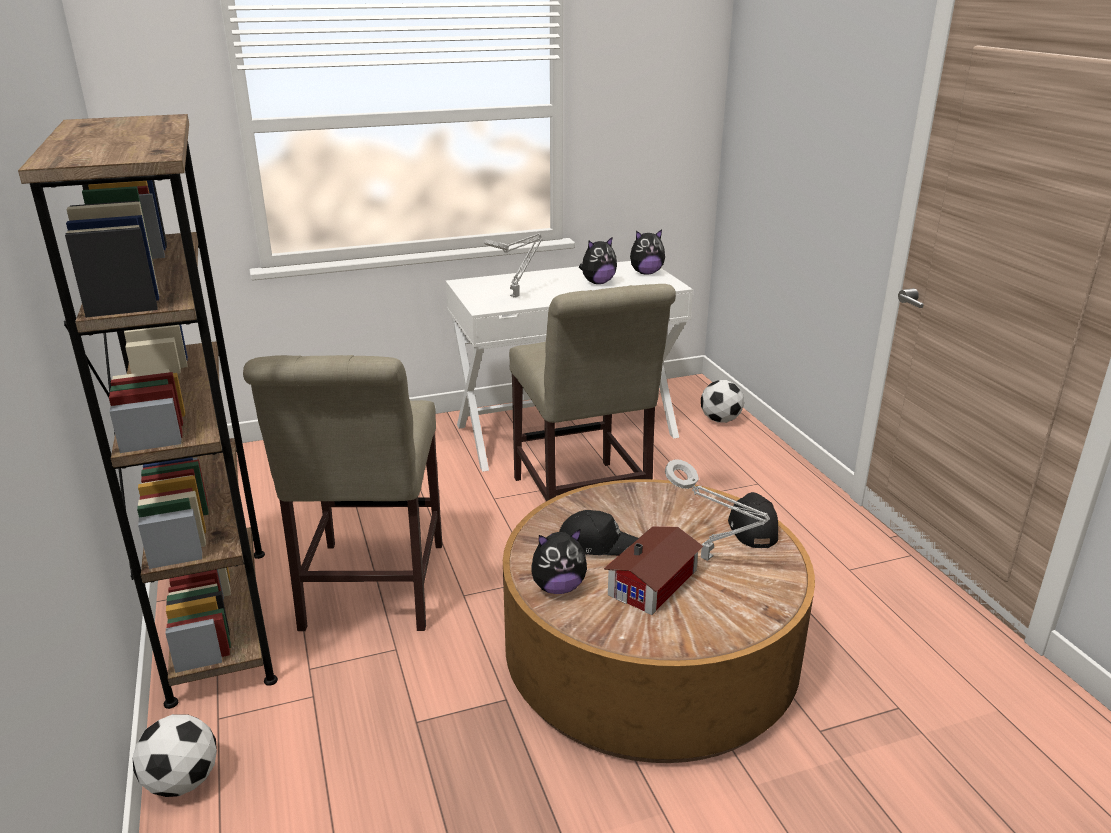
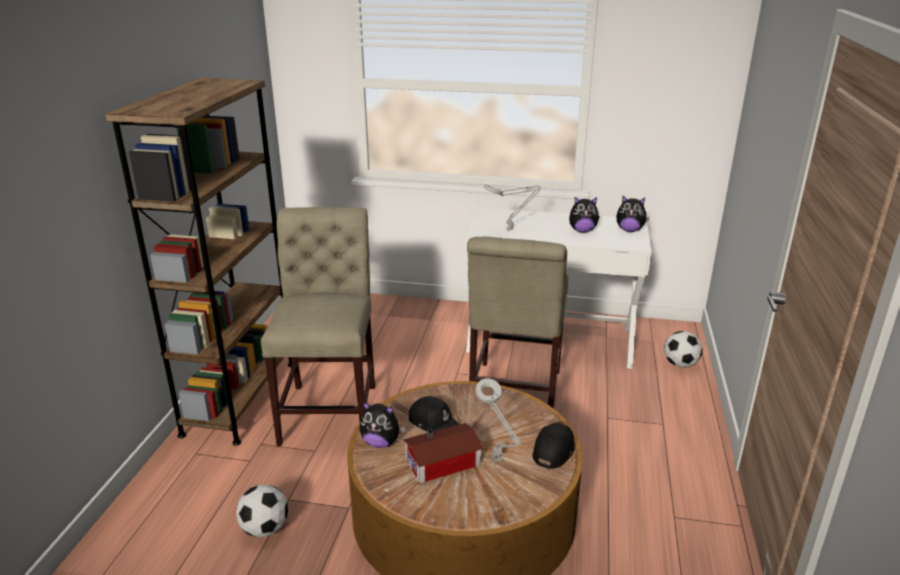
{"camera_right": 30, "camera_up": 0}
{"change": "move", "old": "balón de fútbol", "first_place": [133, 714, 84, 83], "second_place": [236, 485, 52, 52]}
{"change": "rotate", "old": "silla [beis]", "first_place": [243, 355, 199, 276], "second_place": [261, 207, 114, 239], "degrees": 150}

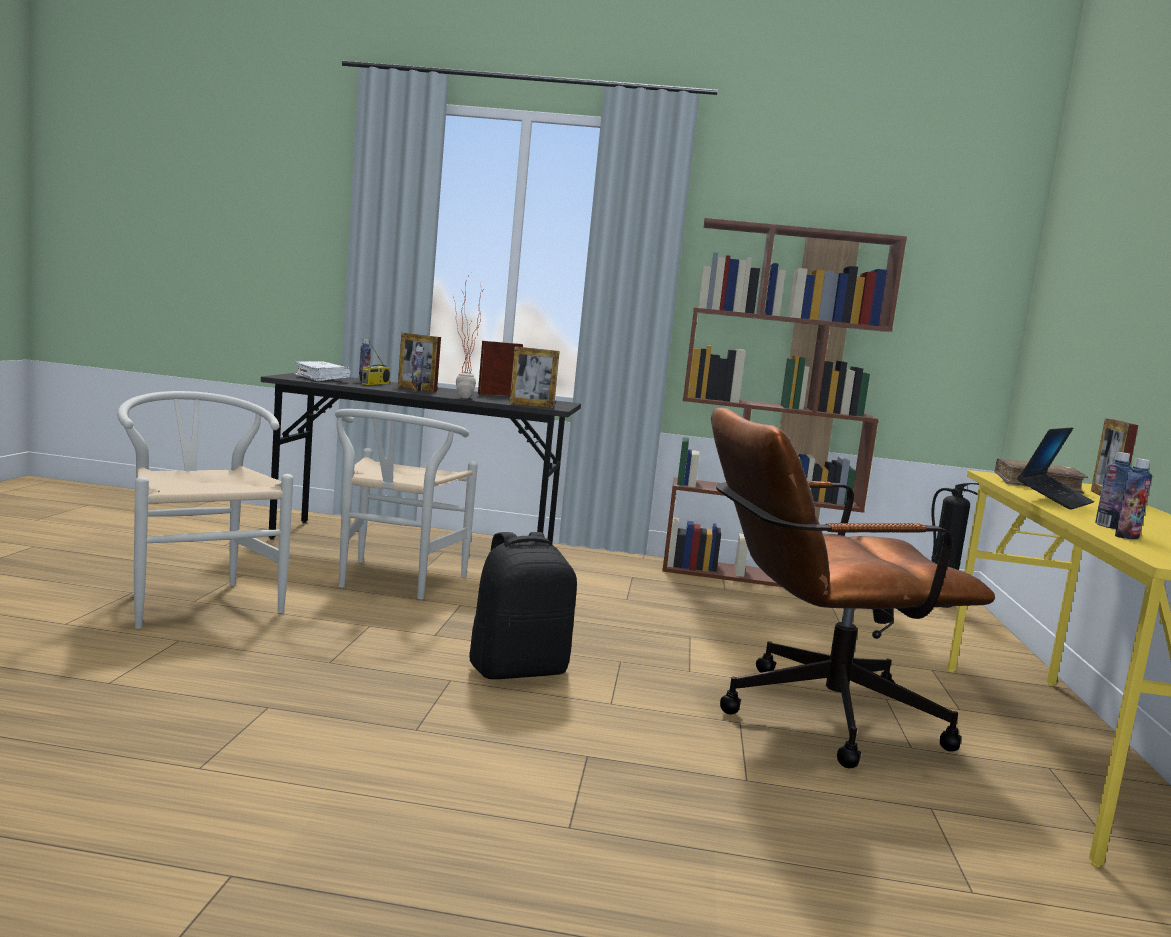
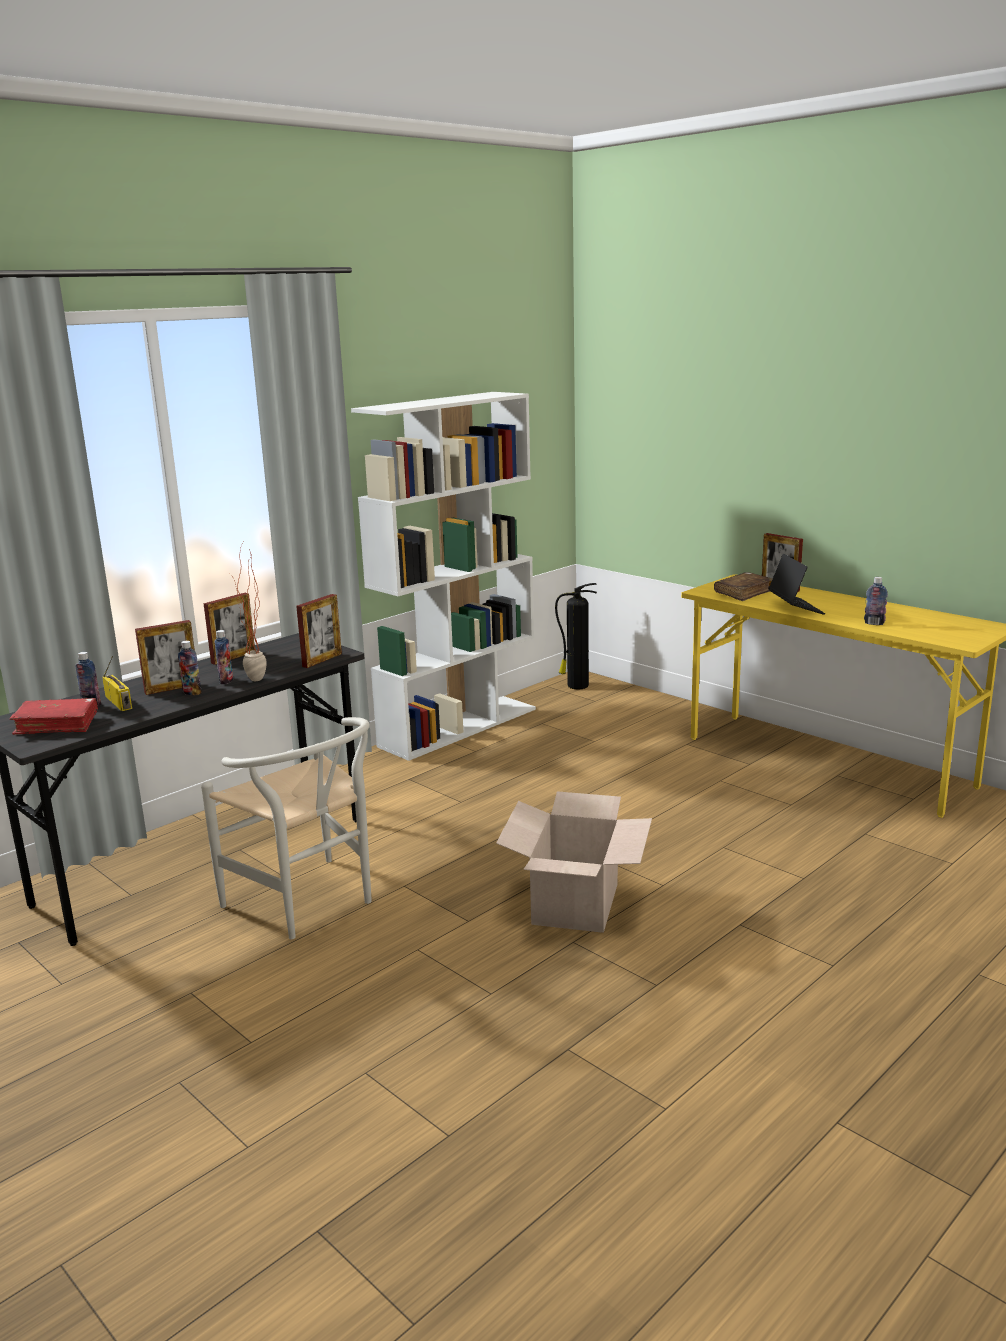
{"camera_right": -50, "camera_up": 10}
{"change": "recolor", "old": "libro [blanco]", "new": "libro [rojo]", "first_place": [294, 361, 56, 20], "second_place": [10, 698, 88, 37]}
{"change": "rotate", "old": "portarretratos", "first_place": [478, 341, 45, 55], "second_place": [203, 593, 52, 72], "degrees": -150}
{"change": "move", "old": "botella", "first_place": [1115, 458, 37, 81], "second_place": [215, 630, 18, 54]}
{"change": "recolor", "old": "estantería [marrón]", "new": "estantería [blanco]", "first_place": [662, 218, 245, 369], "second_place": [351, 392, 185, 369]}
{"change": "replace", "old": "mochila [negro]", "new": "caja de cartón", "first_place": [469, 532, 108, 147], "second_place": [496, 791, 156, 142]}
{"change": "delete", "old": "silla [blanco]", "first_place": [117, 391, 177, 238]}
{"change": "delete", "old": "silla de oficina [marrón]", "first_place": [711, 408, 284, 361]}

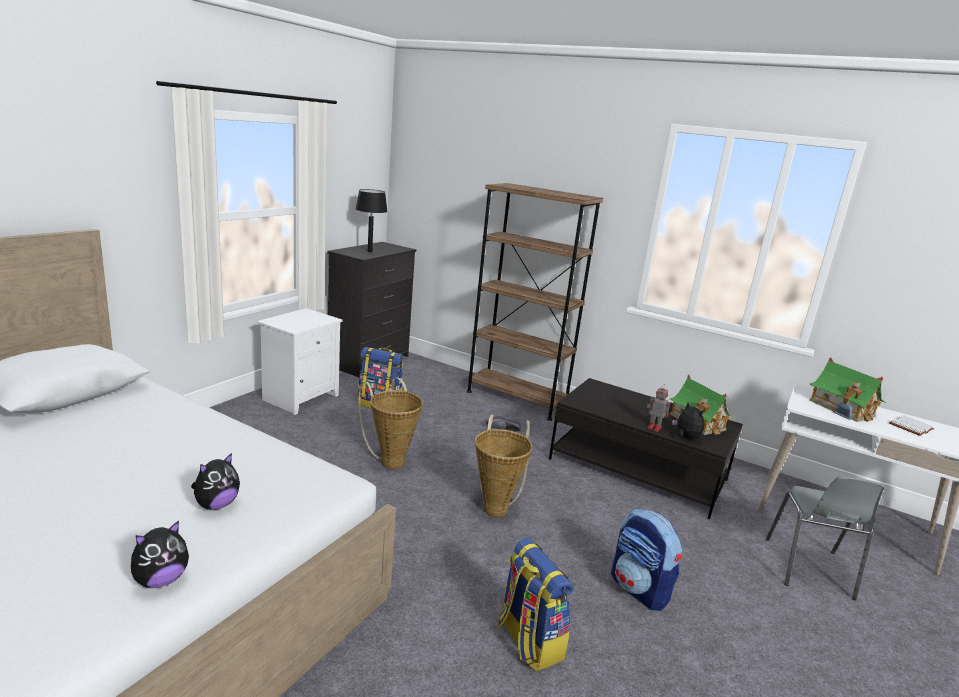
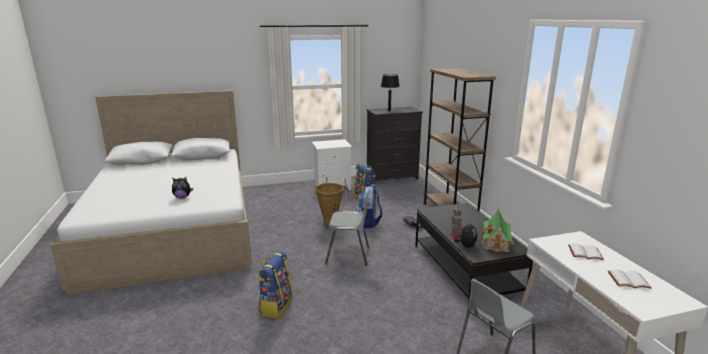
{"camera_right": 45, "camera_up": 0}
{"change": "replace", "old": "cesta", "new": "silla [gris]", "first_place": [475, 414, 57, 103], "second_place": [325, 189, 46, 77]}
{"change": "move", "old": "mochila", "first_place": [611, 508, 71, 103], "second_place": [356, 186, 26, 42]}
{"change": "replace", "old": "casita", "new": "libro [blanco]", "first_place": [809, 358, 77, 64], "second_place": [568, 244, 36, 16]}
{"change": "delete", "old": "peluche", "first_place": [131, 521, 58, 67]}

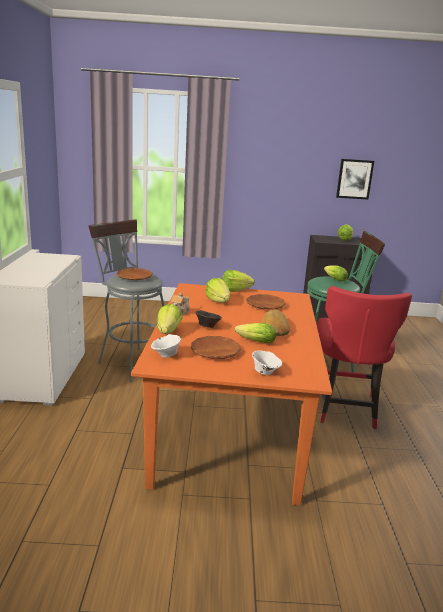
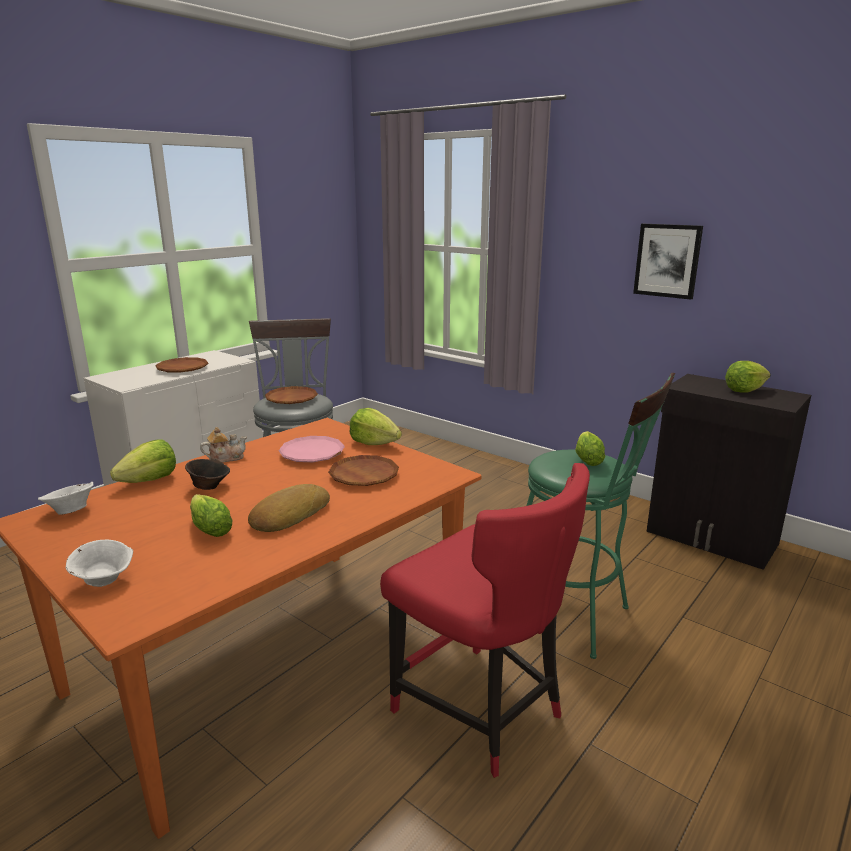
{"camera_right": 40, "camera_up": 0}
{"change": "move", "old": "plato [marrón]", "first_place": [191, 336, 50, 23], "second_place": [156, 357, 52, 16]}
{"change": "replace", "old": "lechuga", "new": "plato [rosa]", "first_place": [205, 278, 25, 25], "second_place": [279, 436, 66, 26]}
{"change": "rotate", "old": "silla [rojo]", "first_place": [317, 286, 95, 143], "second_place": [380, 463, 210, 315], "degrees": -90}
{"change": "move", "old": "cuadro", "first_place": [336, 159, 38, 41], "second_place": [633, 224, 70, 76]}

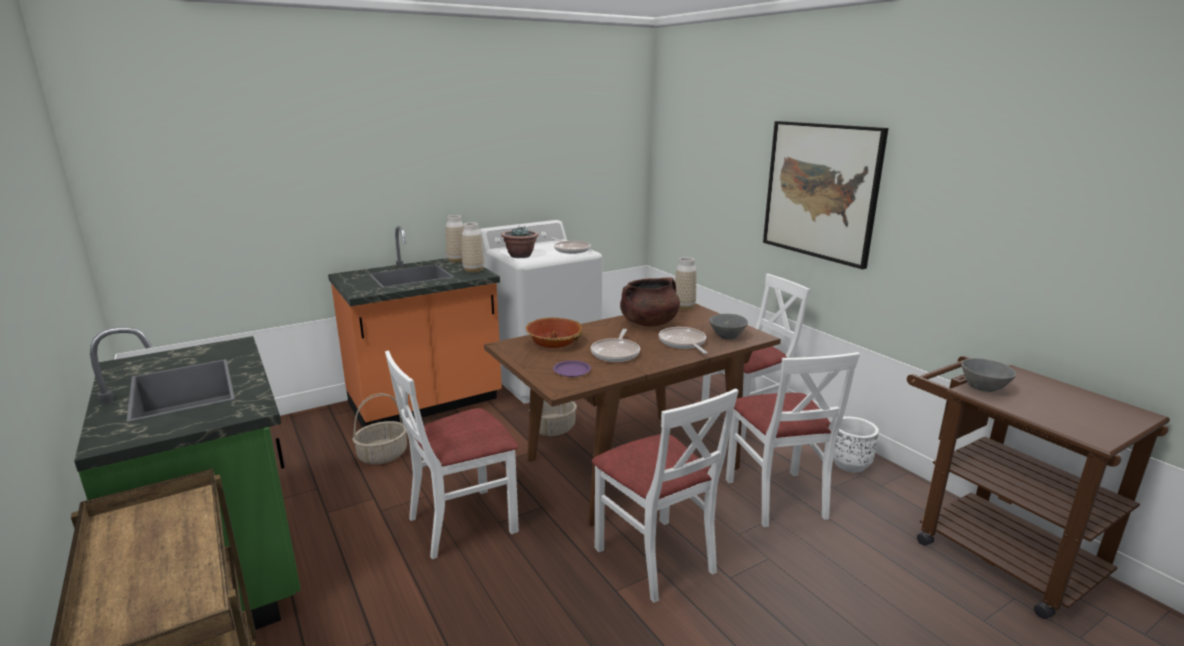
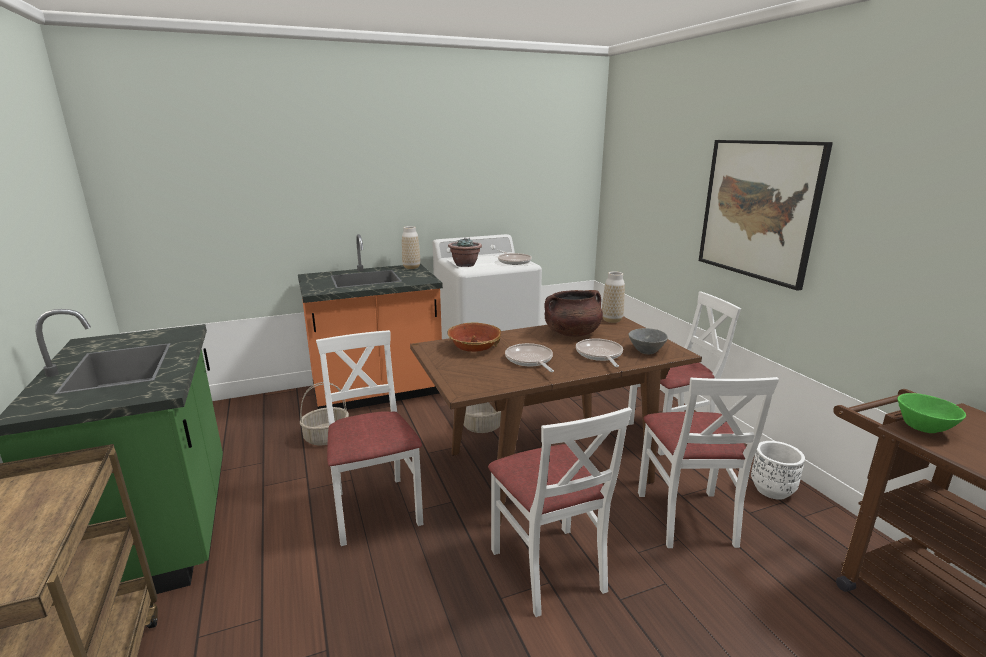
{"camera_right": 10, "camera_up": 0}
{"change": "rotate", "old": "silla [blanco]", "first_place": [385, 350, 134, 209], "second_place": [316, 330, 107, 216], "degrees": 90}
{"change": "rotate", "old": "sartén", "first_place": [591, 329, 49, 33], "second_place": [505, 343, 49, 29], "degrees": 135}
{"change": "recolor", "old": "cuenco [gris]", "new": "cuenco [verde]", "first_place": [961, 358, 56, 34], "second_place": [897, 393, 69, 40]}
{"change": "delete", "old": "florero", "first_place": [462, 222, 22, 51]}
{"change": "delete", "old": "plato [morado]", "first_place": [553, 360, 38, 17]}

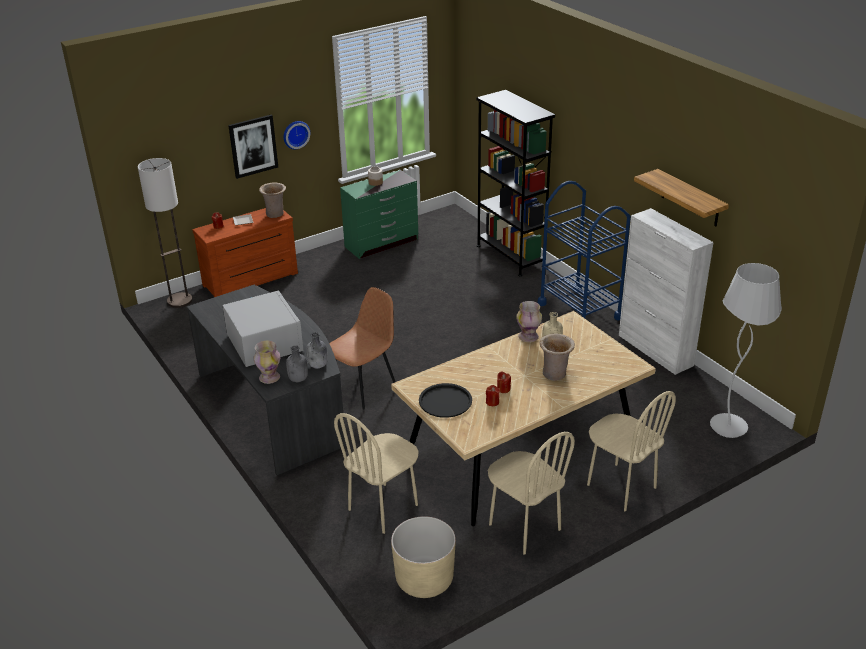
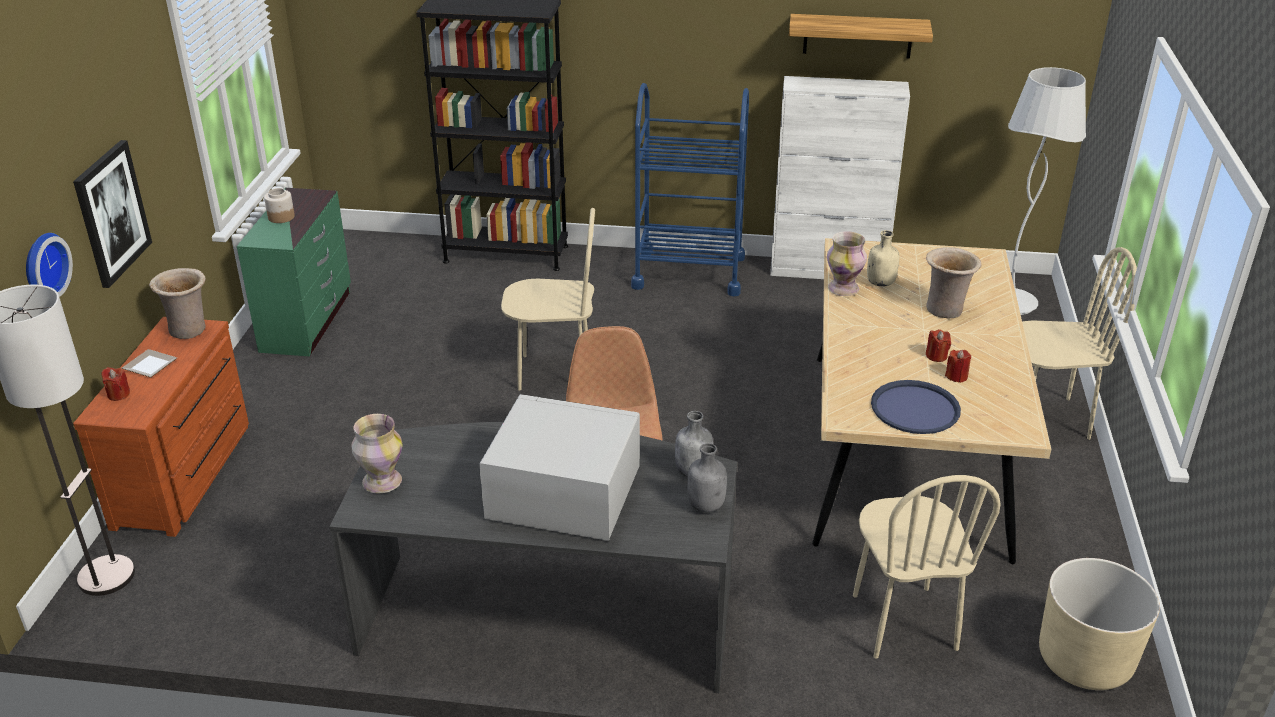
{"camera_right": -50, "camera_up": 0}
{"change": "move", "old": "reloj de pared", "first_place": [284, 121, 26, 28], "second_place": [26, 233, 47, 64]}
{"change": "move", "old": "florero", "first_place": [254, 341, 26, 43], "second_place": [352, 414, 50, 79]}
{"change": "move", "old": "silla [beis]", "first_place": [488, 432, 87, 123], "second_place": [501, 208, 94, 183]}
{"change": "recolor", "old": "bandeja [negro]", "new": "bandeja [azul]", "first_place": [419, 383, 53, 35], "second_place": [871, 380, 90, 54]}

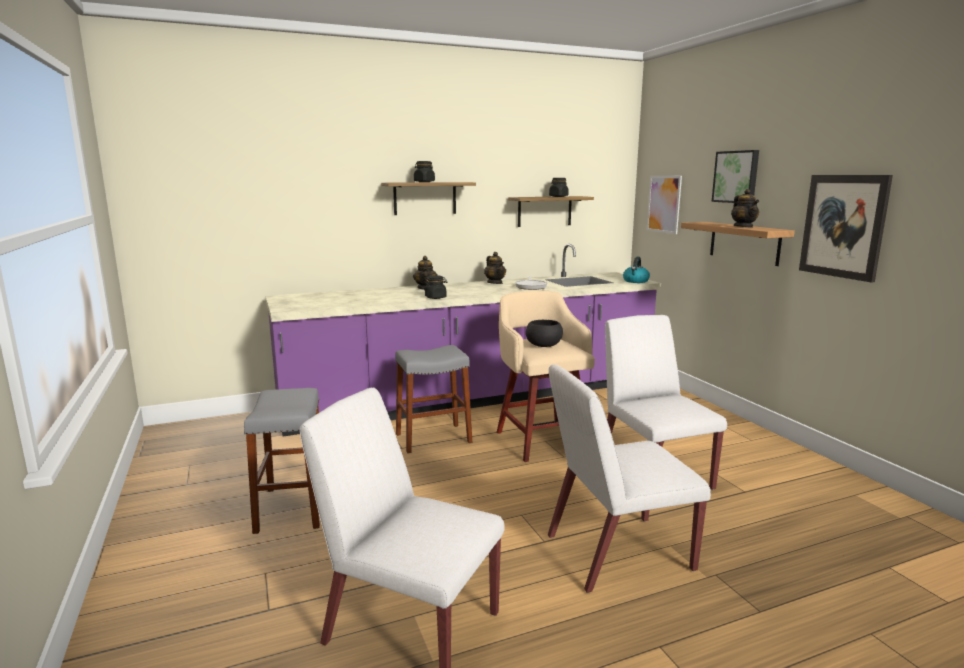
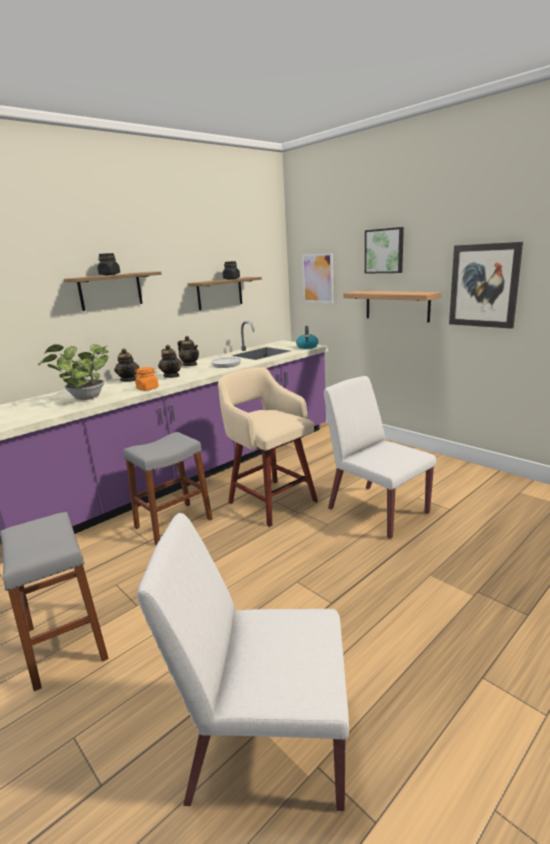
{"camera_right": -20, "camera_up": 5}
{"change": "insert", "new": "planta en maceta", "second_place": [38, 344, 71, 56]}
{"change": "recolor", "old": "tarro [negro]", "new": "tarro [naranja]", "first_place": [424, 275, 23, 24], "second_place": [135, 367, 24, 24]}
{"change": "move", "old": "tetera", "first_place": [731, 189, 28, 39], "second_place": [158, 345, 24, 33]}
{"change": "delete", "old": "cuenco [negro]", "first_place": [526, 320, 37, 27]}
{"change": "delete", "old": "silla [blanco]", "first_place": [548, 365, 163, 228]}

